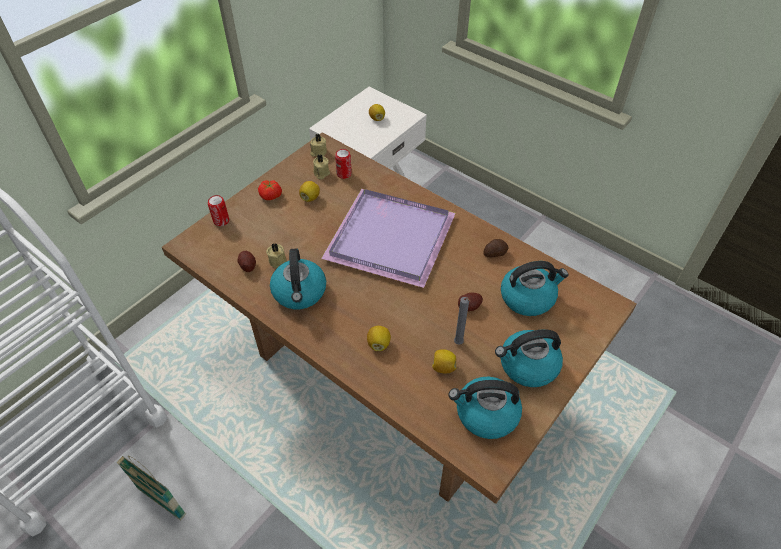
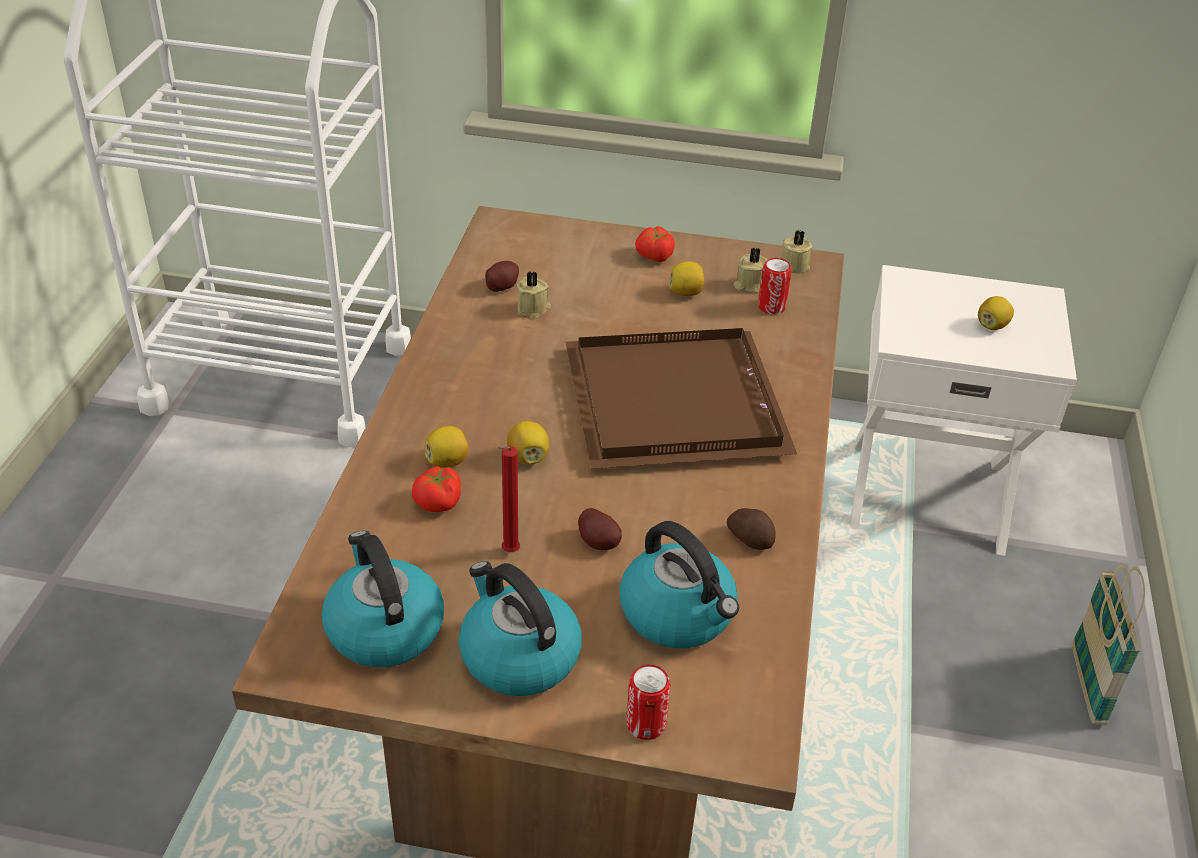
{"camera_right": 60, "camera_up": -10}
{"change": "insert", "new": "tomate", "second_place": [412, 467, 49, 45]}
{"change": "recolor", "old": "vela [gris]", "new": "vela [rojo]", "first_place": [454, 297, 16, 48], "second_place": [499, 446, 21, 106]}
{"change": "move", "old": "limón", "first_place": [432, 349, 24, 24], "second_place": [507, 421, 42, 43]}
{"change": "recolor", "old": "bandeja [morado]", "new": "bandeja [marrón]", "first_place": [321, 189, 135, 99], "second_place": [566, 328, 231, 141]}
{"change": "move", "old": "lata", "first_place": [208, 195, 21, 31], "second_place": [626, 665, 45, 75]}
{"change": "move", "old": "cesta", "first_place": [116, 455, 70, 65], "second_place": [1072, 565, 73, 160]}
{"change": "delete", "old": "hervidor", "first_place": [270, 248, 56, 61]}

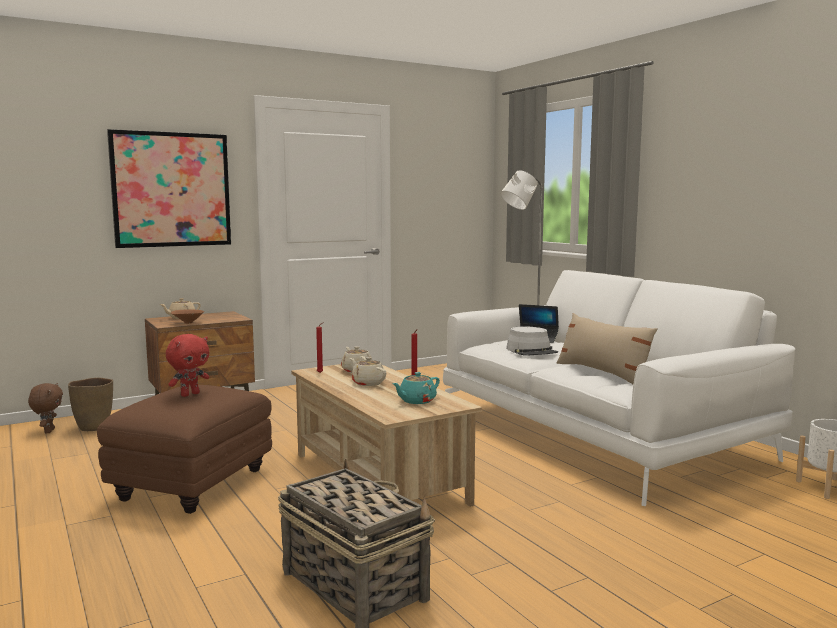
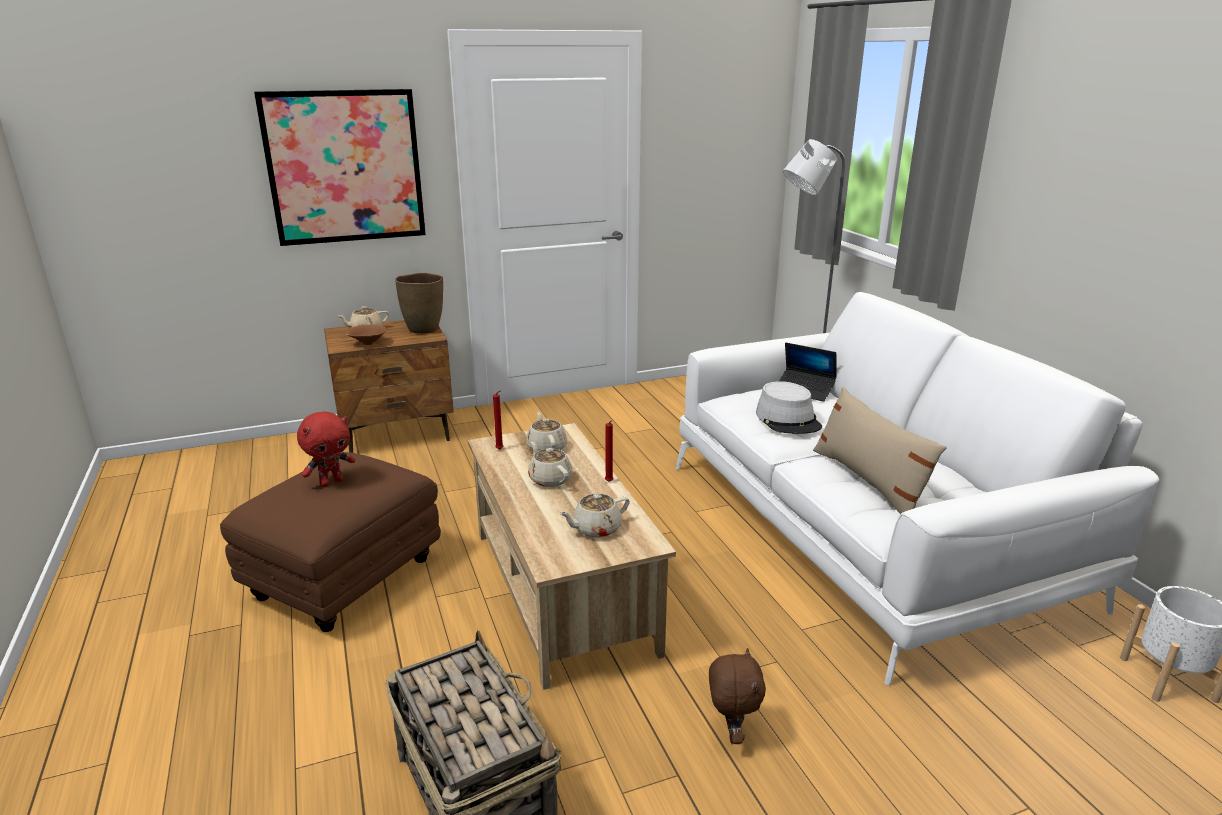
{"camera_right": 10, "camera_up": 15}
{"change": "move", "old": "florero [marrón]", "first_place": [68, 377, 45, 54], "second_place": [395, 272, 48, 62]}
{"change": "recolor", "old": "tetera [turquesa]", "new": "tetera [beis]", "first_place": [392, 372, 48, 32], "second_place": [559, 493, 71, 45]}
{"change": "move", "old": "peluche [marrón]", "first_place": [28, 383, 35, 50], "second_place": [709, 648, 57, 96]}

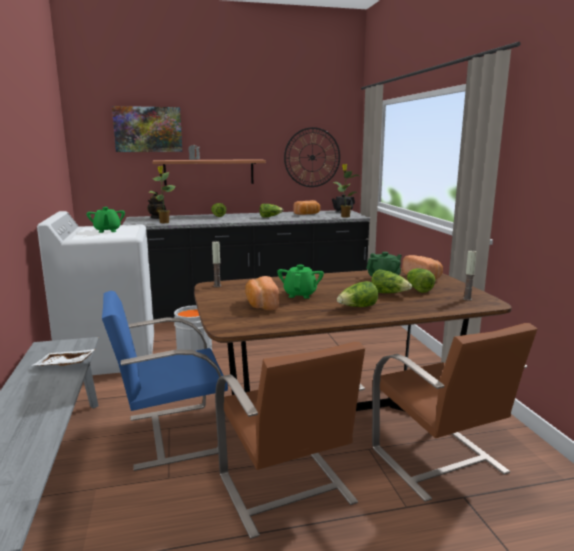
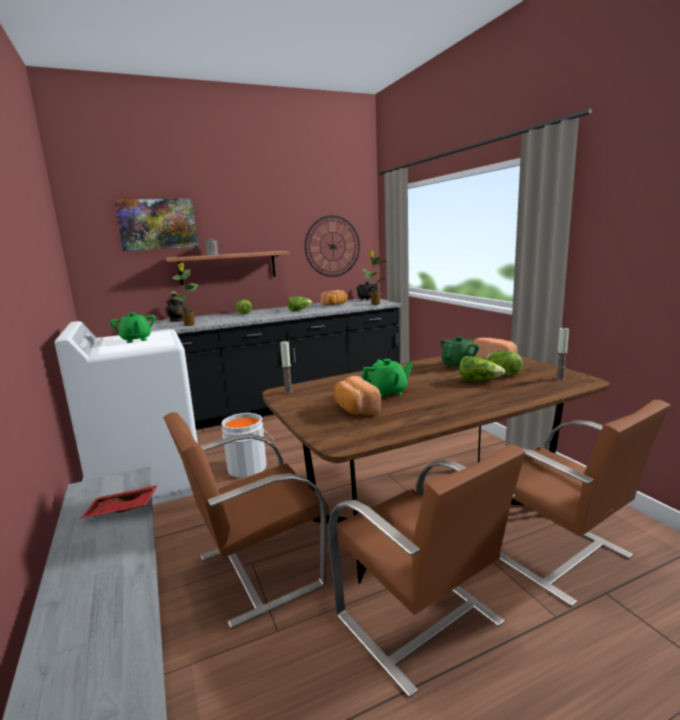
{"camera_right": -10, "camera_up": 0}
{"change": "recolor", "old": "bandeja [blanco]", "new": "bandeja [rojo]", "first_place": [33, 349, 62, 17], "second_place": [80, 485, 78, 33]}
{"change": "recolor", "old": "silla [azul]", "new": "silla [marrón]", "first_place": [102, 291, 126, 180], "second_place": [163, 412, 166, 217]}
{"change": "rotate", "old": "tetera [verde]", "first_place": [277, 264, 47, 35], "second_place": [361, 359, 52, 39], "degrees": 75}
{"change": "delete", "old": "lechuga", "first_place": [337, 281, 41, 26]}

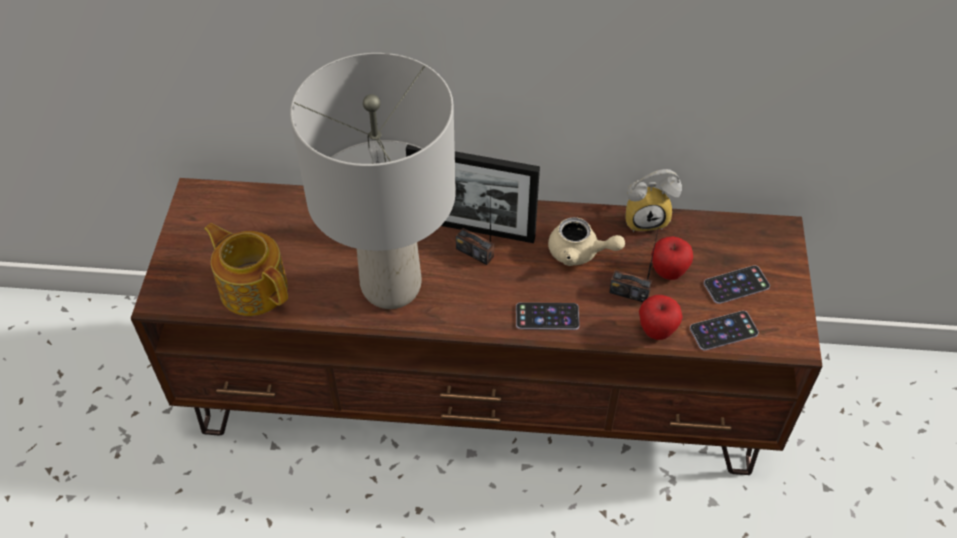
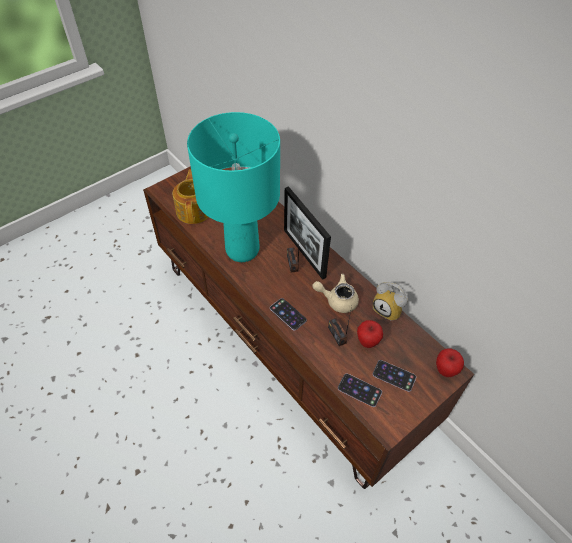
{"camera_right": 45, "camera_up": 0}
{"change": "recolor", "old": "lámpara de mesa [gris]", "new": "lámpara de mesa [turquesa]", "first_place": [290, 53, 166, 256], "second_place": [187, 112, 93, 150]}
{"change": "rotate", "old": "tetera [beis]", "first_place": [548, 217, 77, 49], "second_place": [313, 274, 46, 39], "degrees": 120}
{"change": "move", "old": "manzana", "first_place": [639, 295, 44, 45], "second_place": [436, 349, 28, 28]}

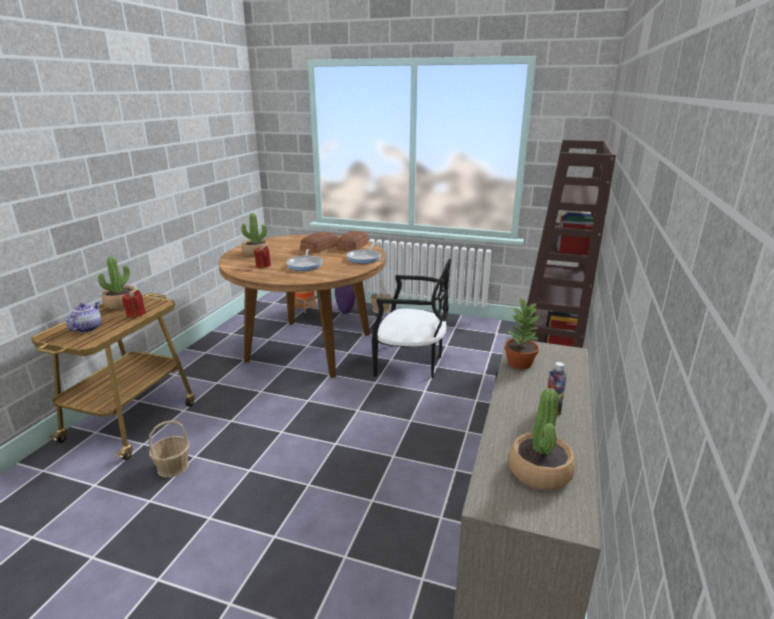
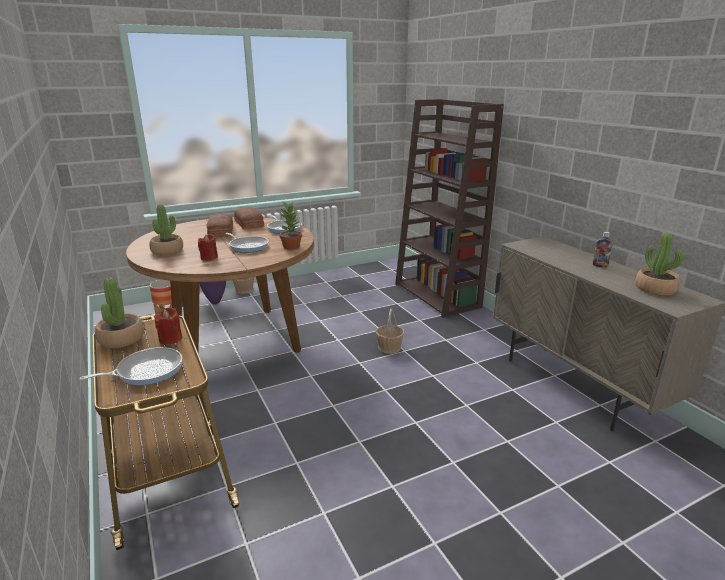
{"camera_right": -45, "camera_up": 0}
{"change": "replace", "old": "tetera", "new": "sartén", "first_place": [66, 302, 35, 31], "second_place": [79, 347, 103, 38]}
{"change": "move", "old": "planta en maceta", "first_place": [504, 297, 35, 72], "second_place": [280, 202, 22, 48]}
{"change": "move", "old": "cesta", "first_place": [149, 420, 40, 58], "second_place": [376, 309, 29, 45]}
{"change": "delete", "old": "silla [negro]", "first_place": [372, 259, 79, 119]}

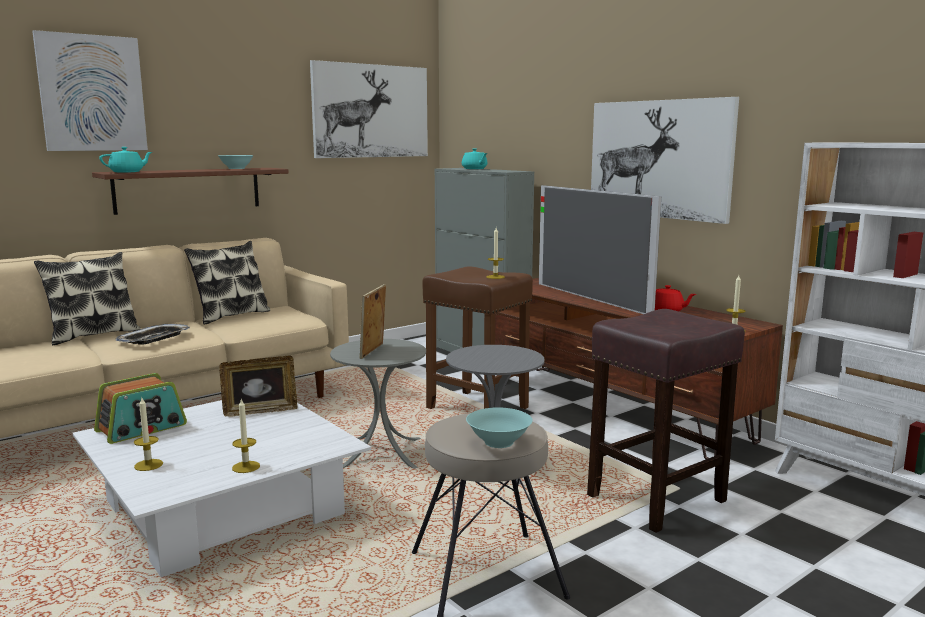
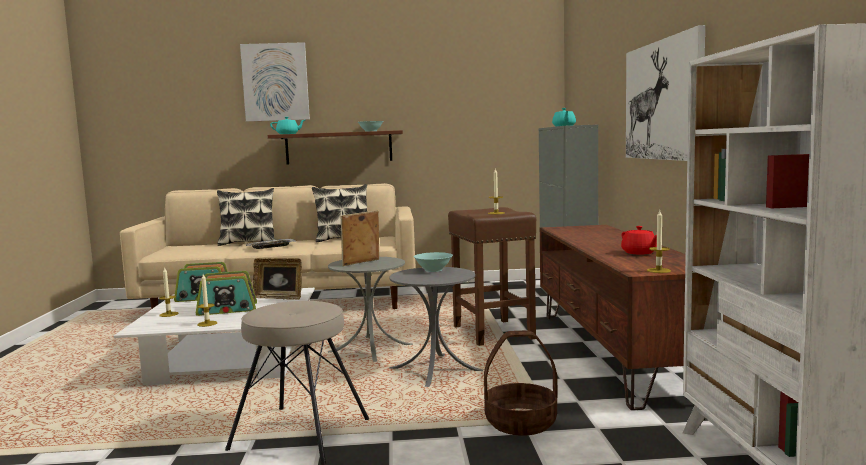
{"camera_right": 35, "camera_up": -5}
{"change": "insert", "new": "radio", "second_place": [196, 271, 61, 45]}
{"change": "move", "old": "cuenco [turquesa]", "first_place": [466, 407, 67, 41], "second_place": [414, 252, 39, 20]}
{"change": "replace", "old": "taburete [marrón]", "new": "cesta", "first_place": [587, 309, 158, 224], "second_place": [484, 330, 73, 106]}
{"change": "delete", "old": "cuadro", "first_place": [310, 60, 118, 98]}
{"change": "delete", "old": "televisor", "first_place": [539, 185, 122, 129]}

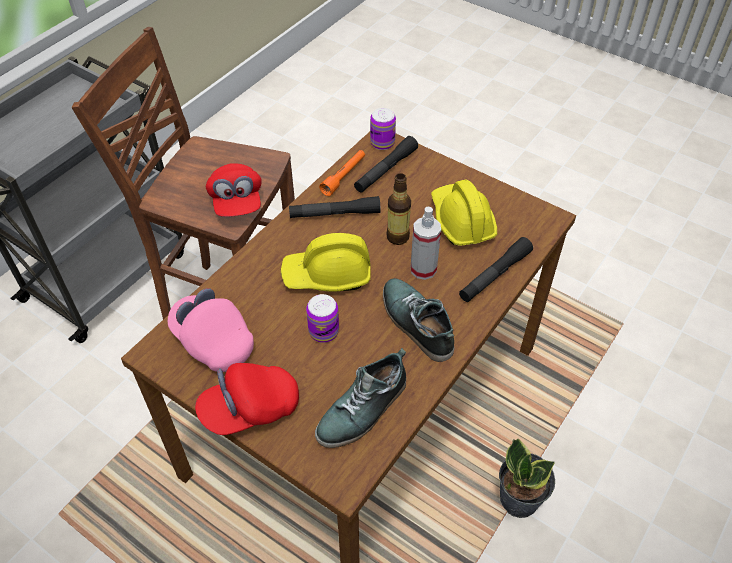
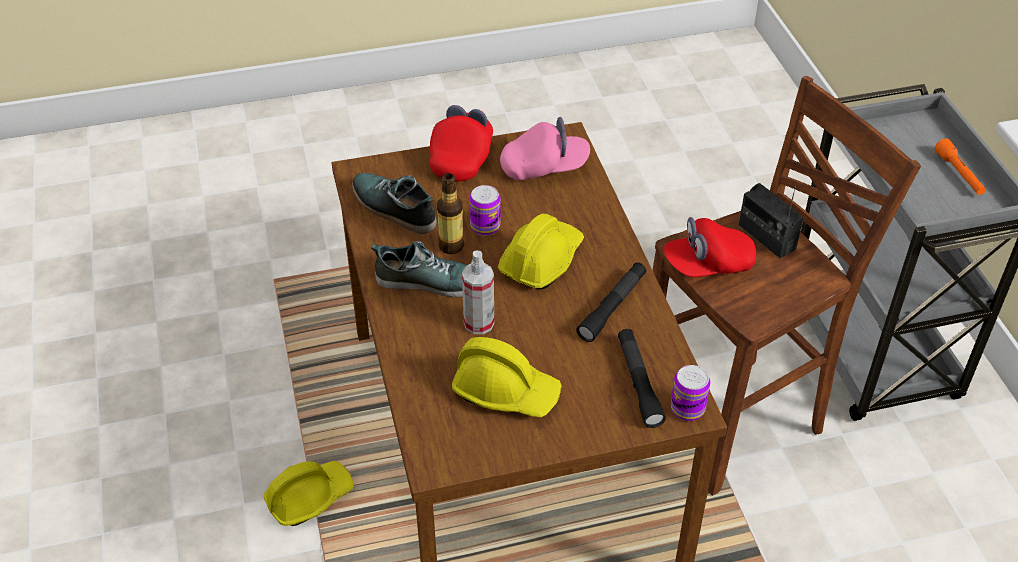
{"camera_right": 130, "camera_up": -5}
{"change": "replace", "old": "planta en maceta", "new": "casco [amarillo]", "first_place": [499, 439, 56, 79], "second_place": [264, 461, 90, 65]}
{"change": "rotate", "old": "zapato", "first_place": [315, 348, 91, 100], "second_place": [352, 173, 84, 61], "degrees": -45}
{"change": "move", "old": "botella", "first_place": [387, 173, 24, 72], "second_place": [437, 173, 27, 81]}
{"change": "rotate", "old": "gorra [rojo]", "first_place": [206, 163, 56, 54], "second_place": [663, 217, 93, 60], "degrees": -45}
{"change": "insert", "new": "radio", "second_place": [739, 183, 64, 75]}
{"change": "move", "old": "linterna [naranja]", "first_place": [319, 150, 46, 46], "second_place": [935, 139, 51, 56]}
{"change": "delete", "old": "linterna [negro]", "first_place": [459, 237, 74, 65]}

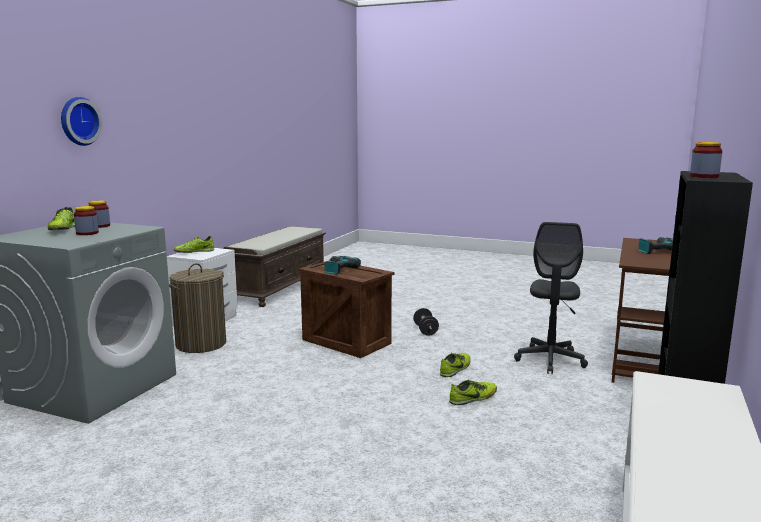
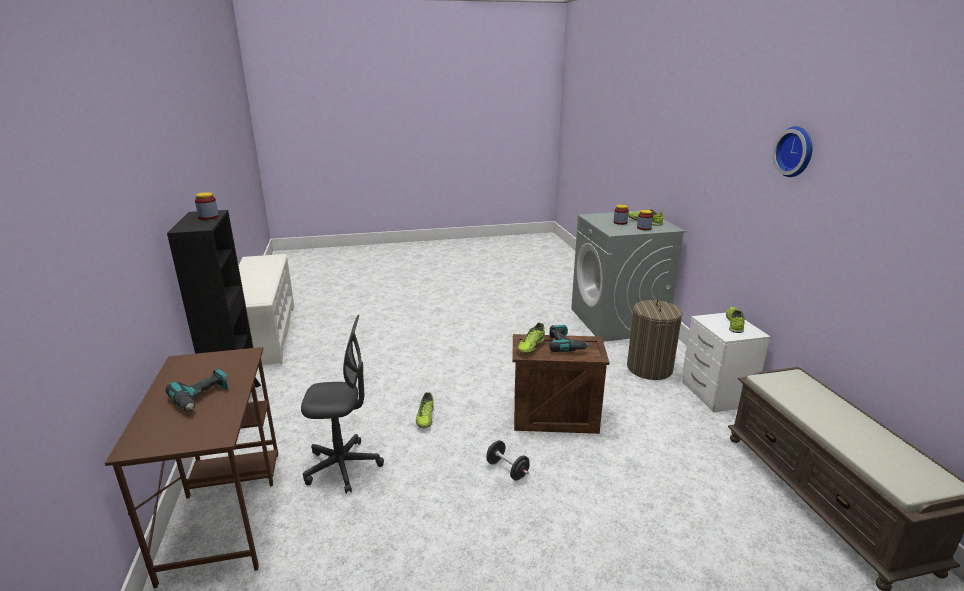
{"camera_right": 145, "camera_up": 10}
{"change": "rotate", "old": "silla de oficina [gris]", "first_place": [514, 222, 74, 152], "second_place": [301, 315, 83, 179], "degrees": 105}
{"change": "move", "old": "zapato", "first_place": [449, 379, 48, 26], "second_place": [518, 323, 27, 31]}
{"change": "move", "old": "reloj de pared", "first_place": [61, 97, 41, 49], "second_place": [773, 126, 40, 51]}

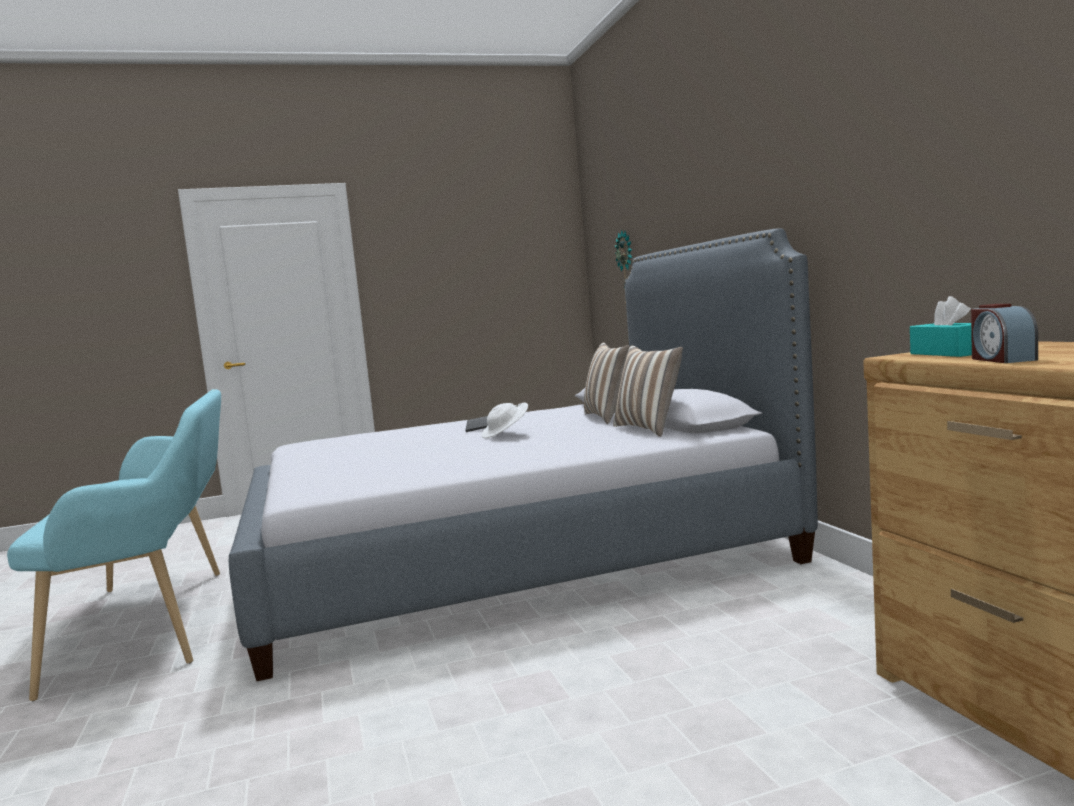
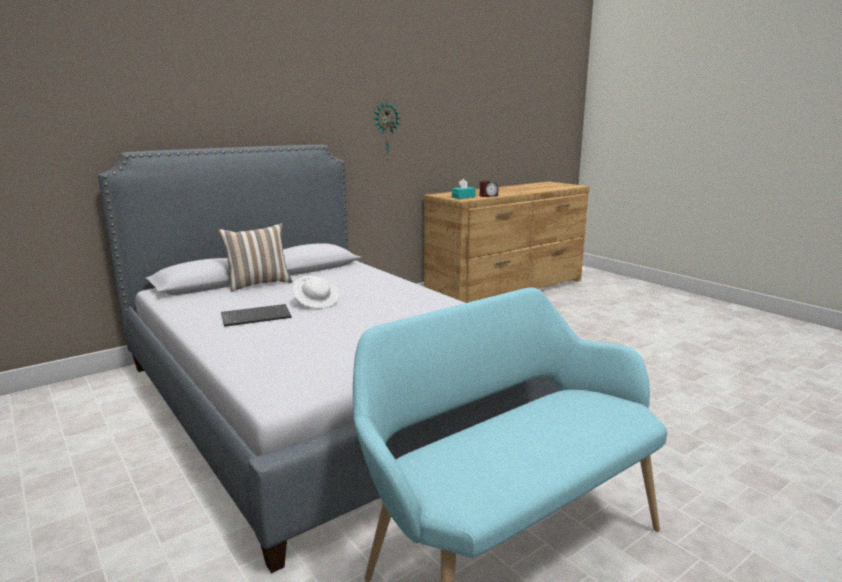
{"camera_right": -110, "camera_up": 10}
{"change": "move", "old": "reloj de pared", "first_place": [615, 230, 17, 74], "second_place": [373, 101, 27, 60]}
{"change": "delete", "old": "cojín", "first_place": [613, 345, 70, 92]}

